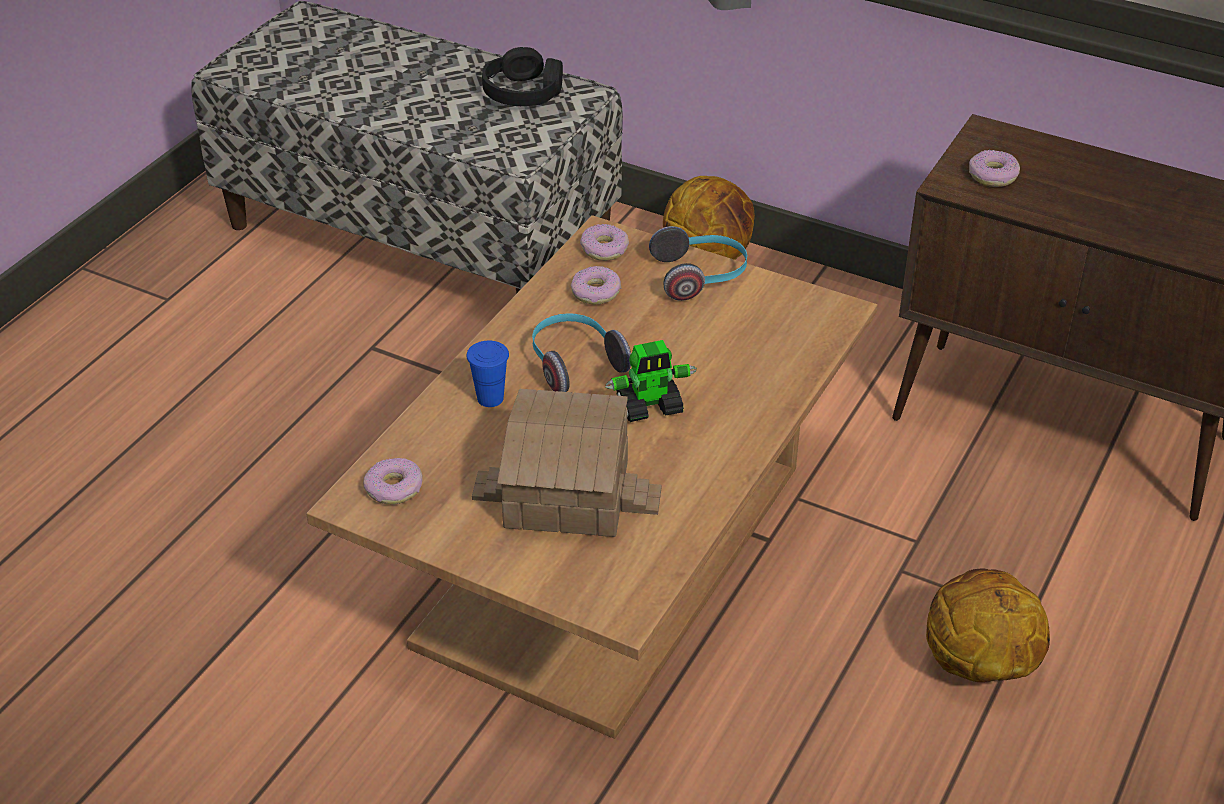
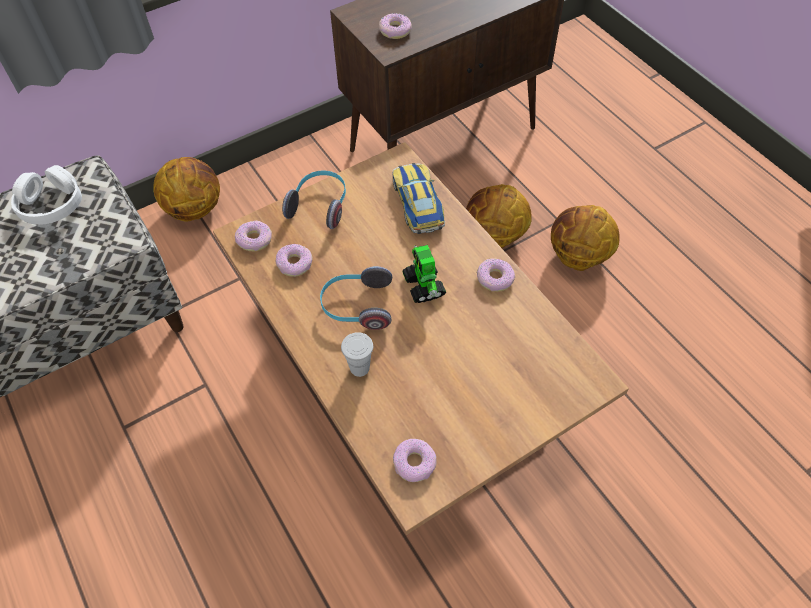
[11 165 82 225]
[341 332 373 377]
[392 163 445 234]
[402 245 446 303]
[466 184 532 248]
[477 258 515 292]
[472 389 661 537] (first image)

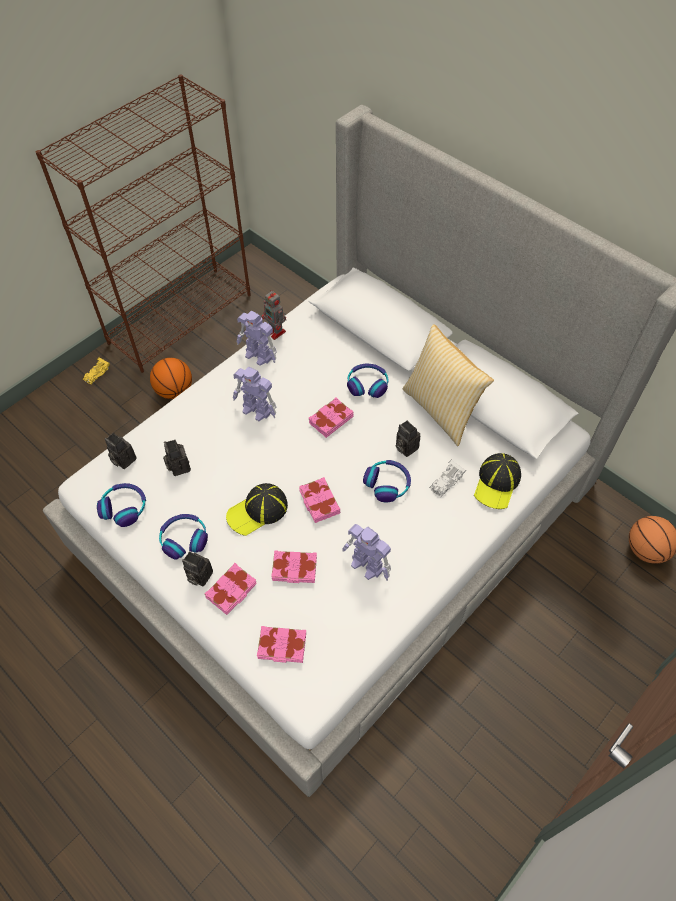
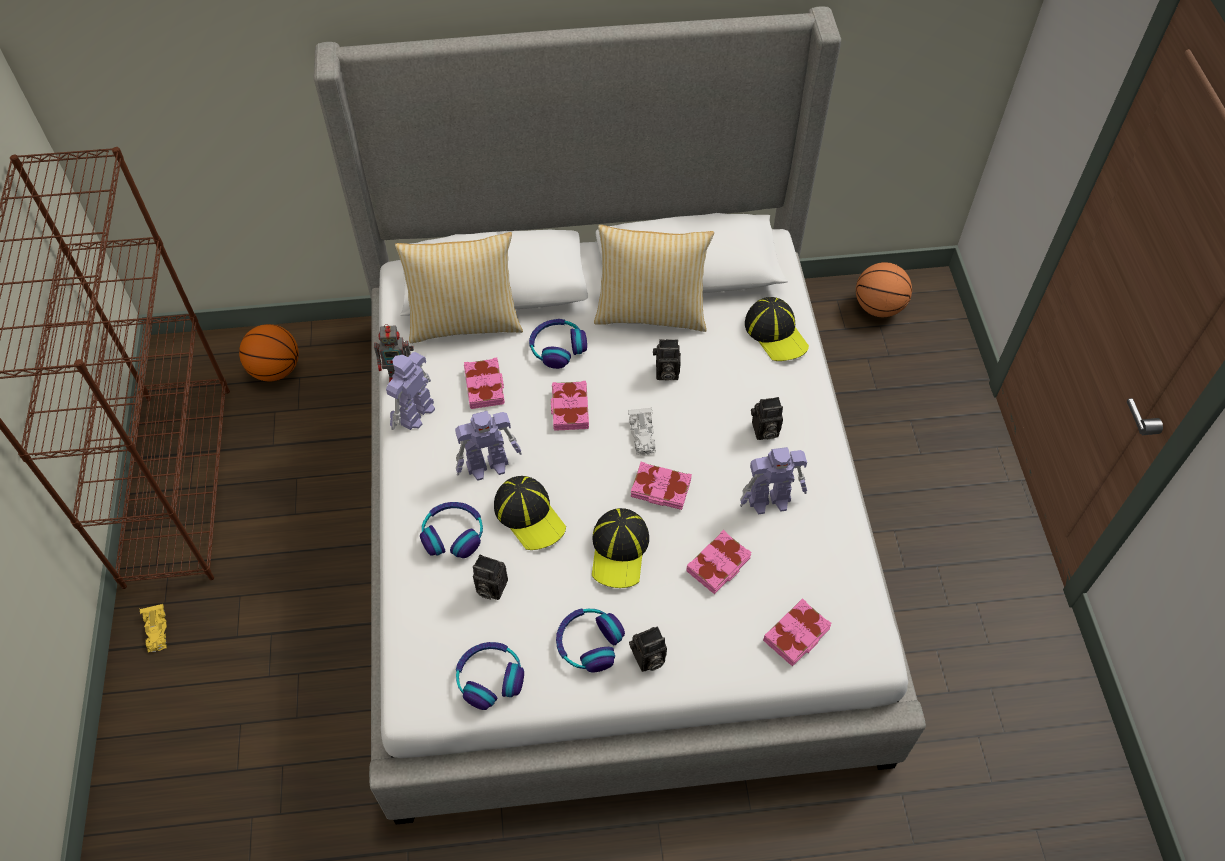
[239 324 299 381]
[386 352 435 430]
[395 232 523 343]
[420 502 483 558]
[464 357 505 409]
[494 476 566 550]
[628 408 656 456]
[751 397 783 440]

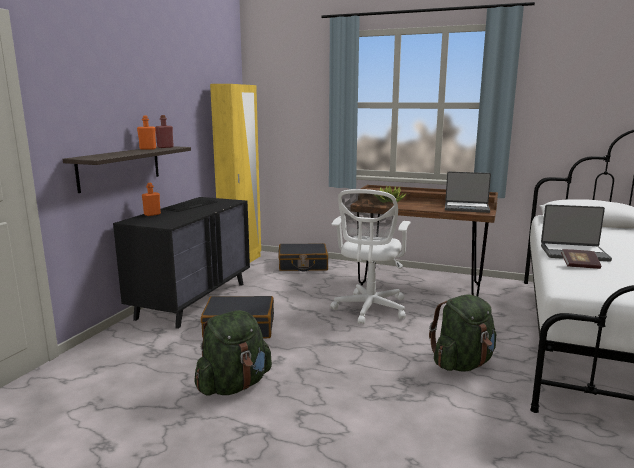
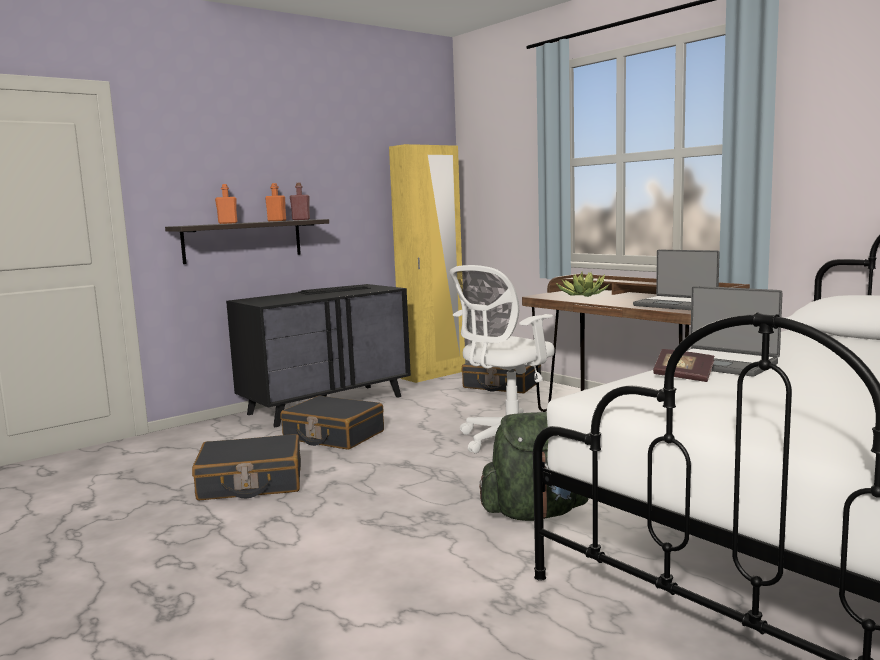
[192 434 301 500]
[215 184 238 224]

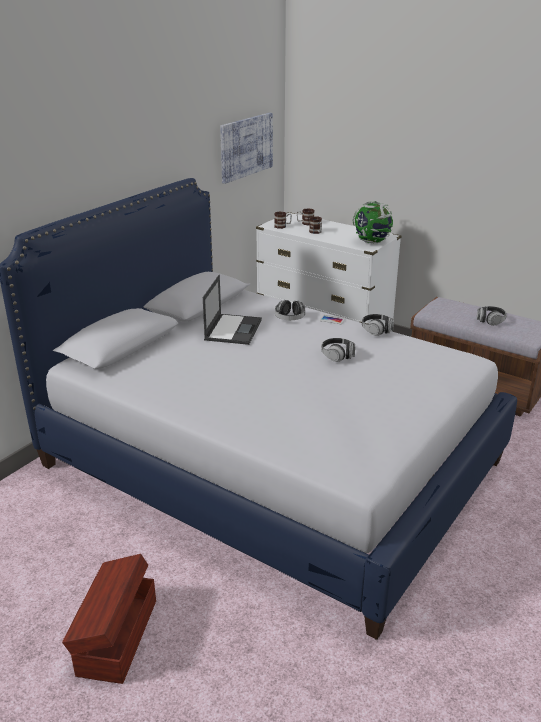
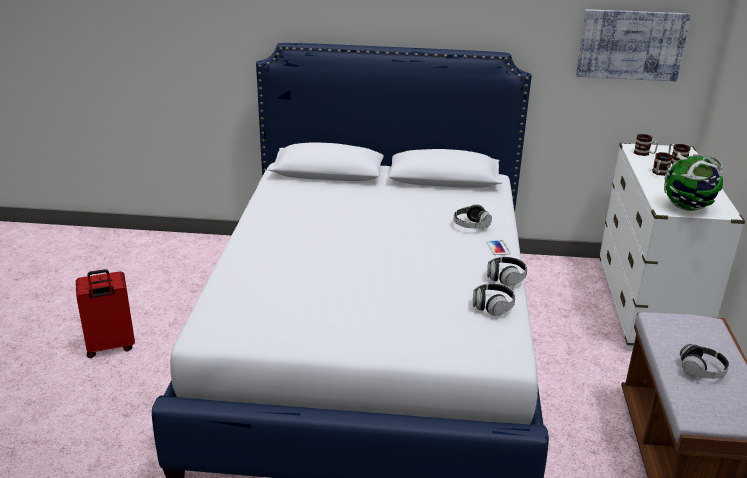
[76 269 135 358]
[473 283 515 316]
[203 275 262 345] (first image)

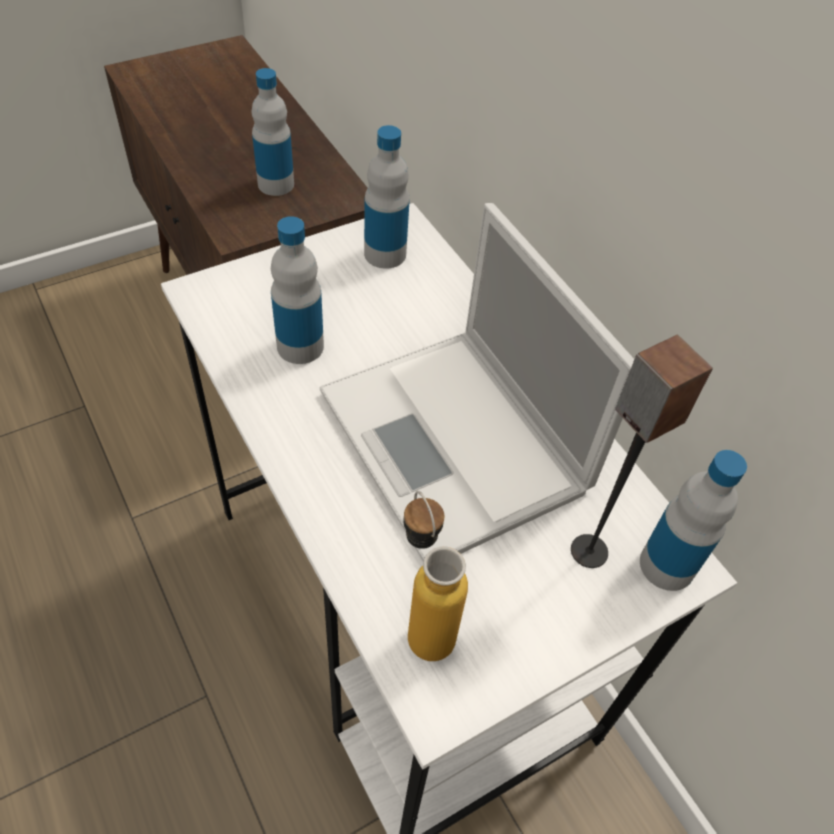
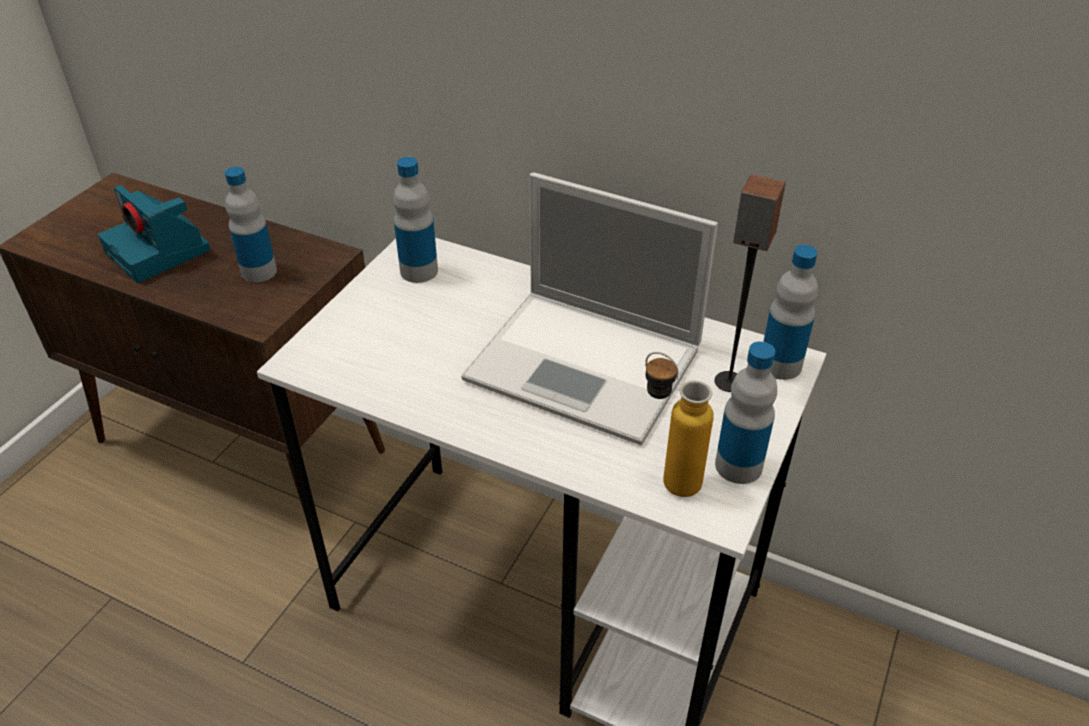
[98 185 210 283]
[715 341 777 484]

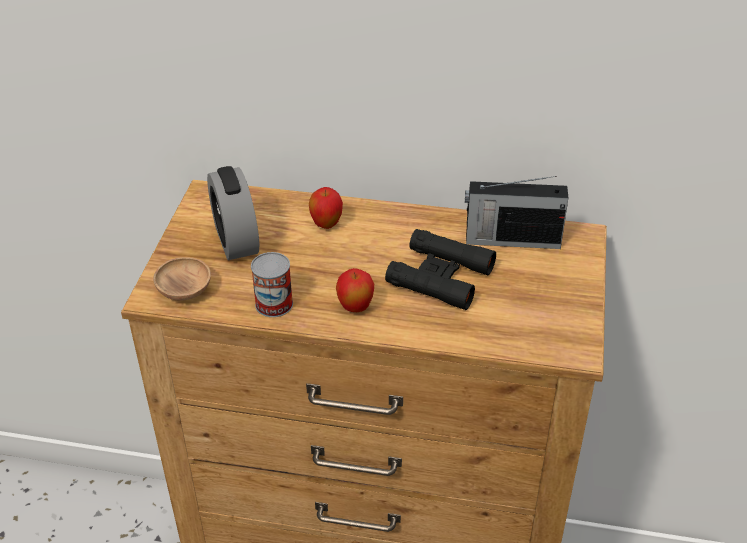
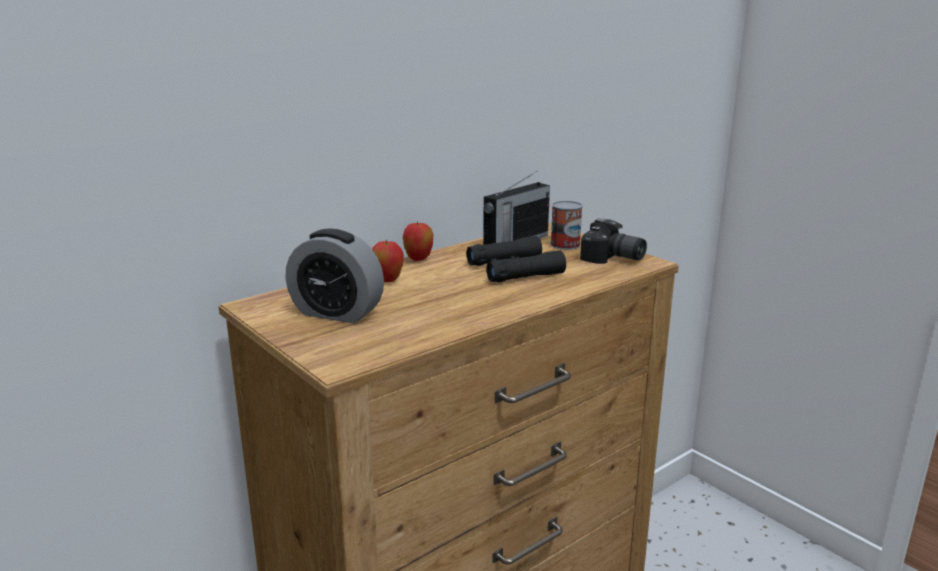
[403 222 433 261]
[550 201 583 250]
[580 218 647 264]
[153 257 211 300] (first image)

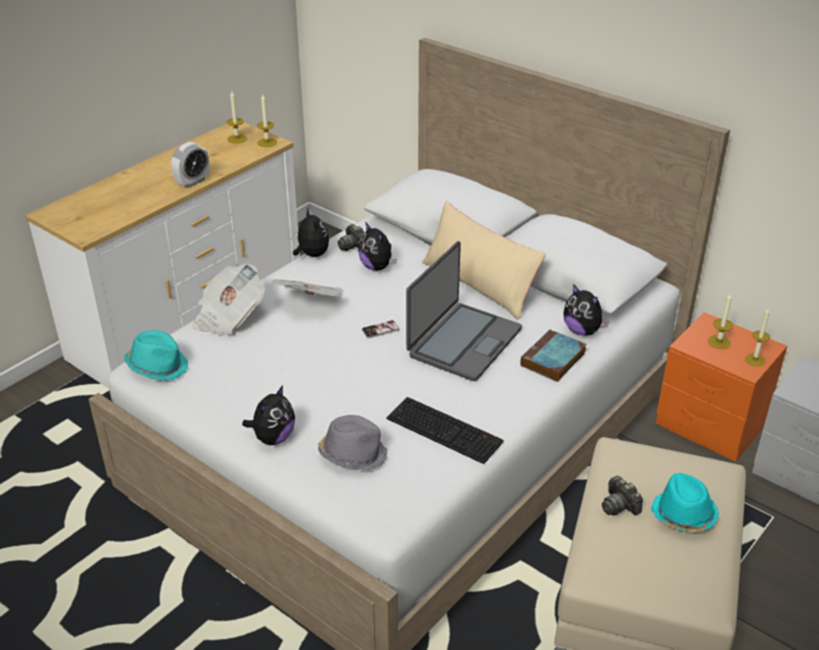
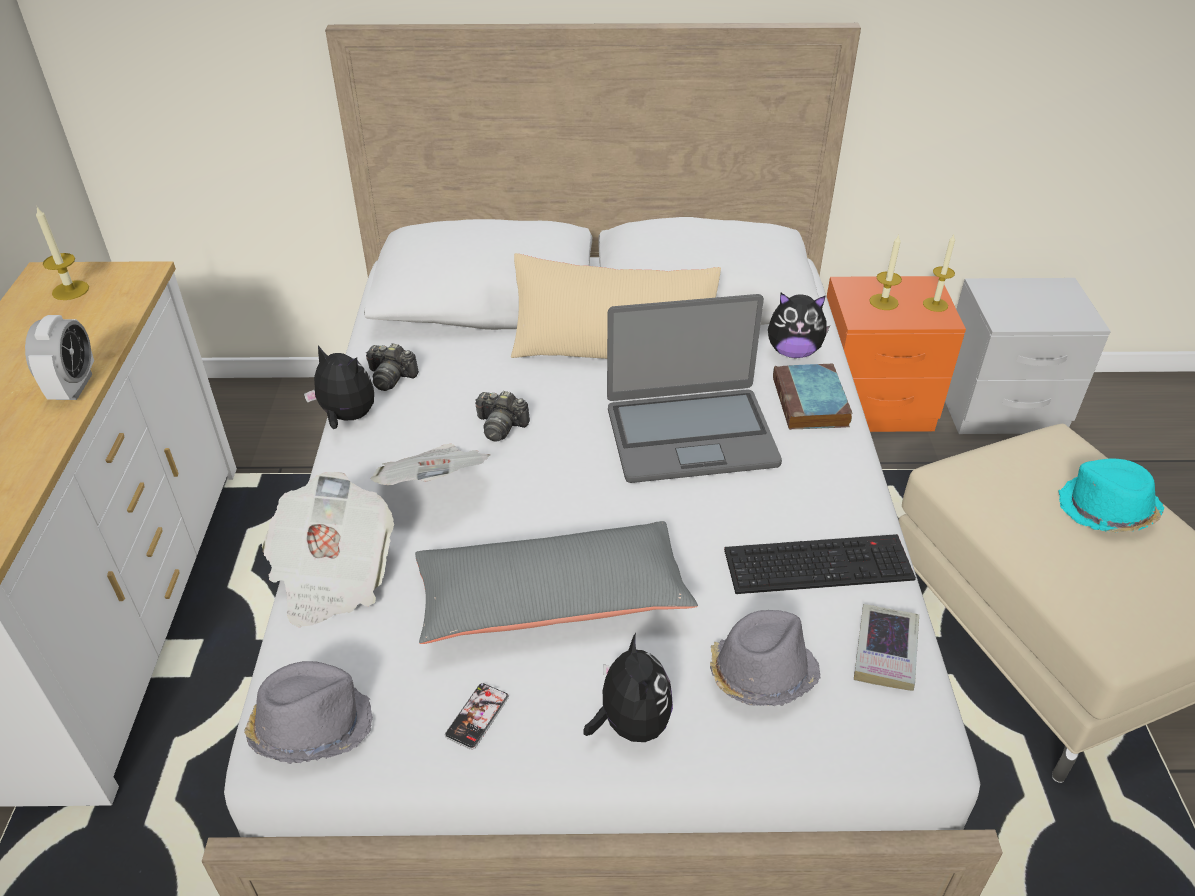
[244 661 373 764]
[415 521 698 644]
[445 683 509 750]
[475 391 530 442]
[607 294 782 483]
[854 604 919 691]
[257 95 277 147] (first image)
[358 222 397 271] (first image)

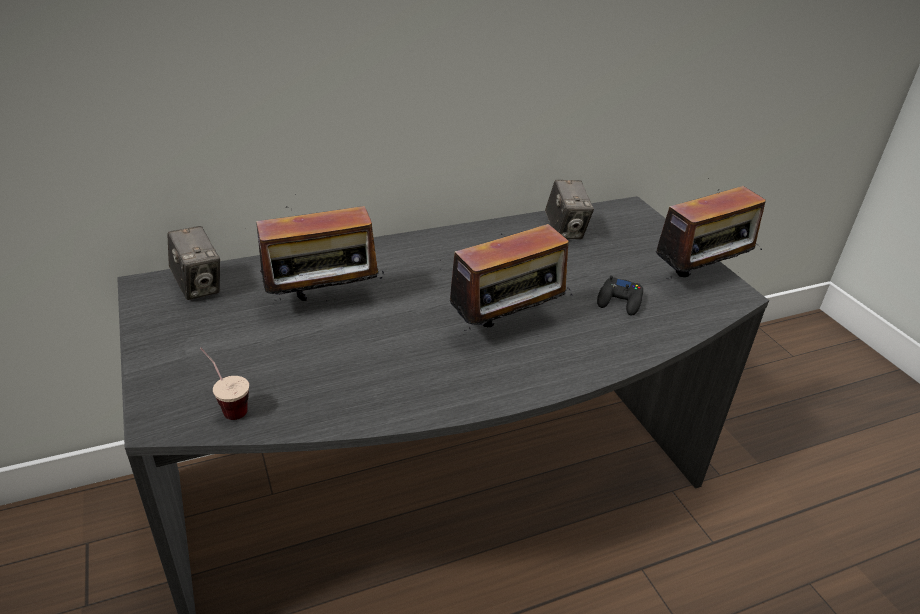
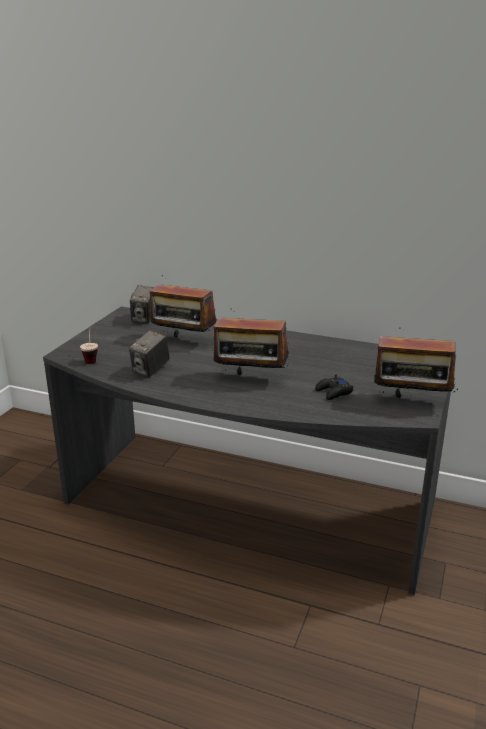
[129 330 170 377]

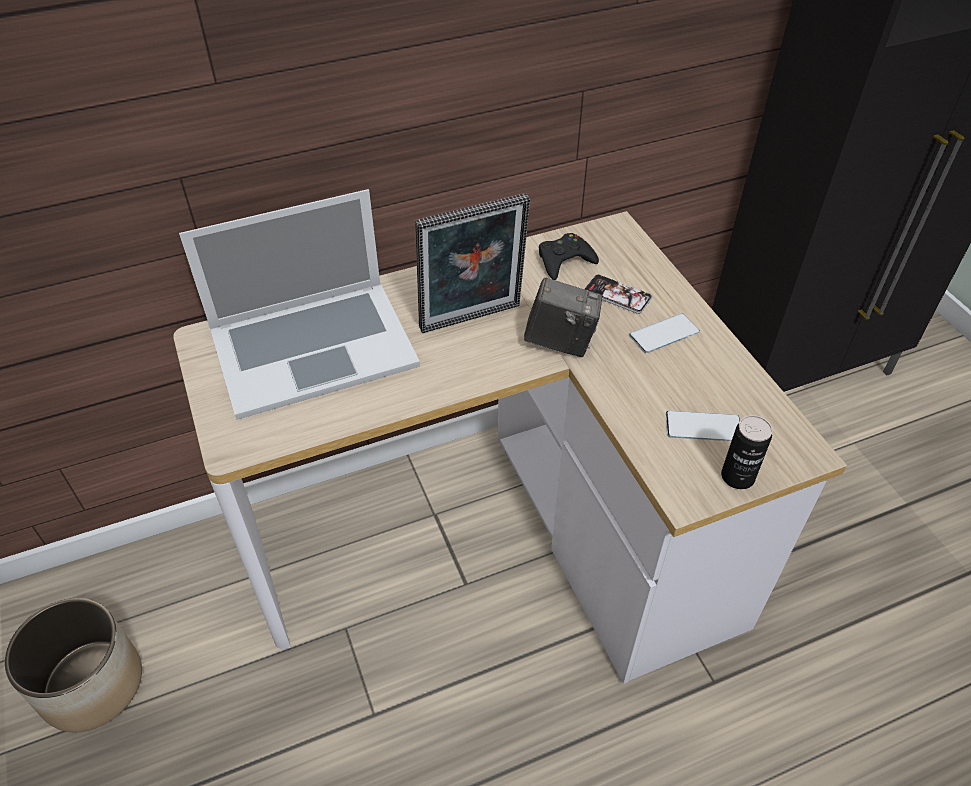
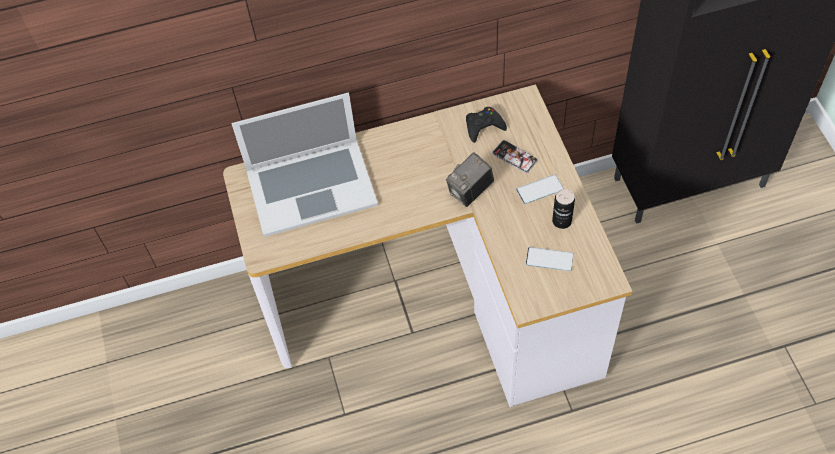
[446 152 494 207]
[552 189 575 229]
[4 598 142 732] (first image)
[415 193 530 333] (first image)

